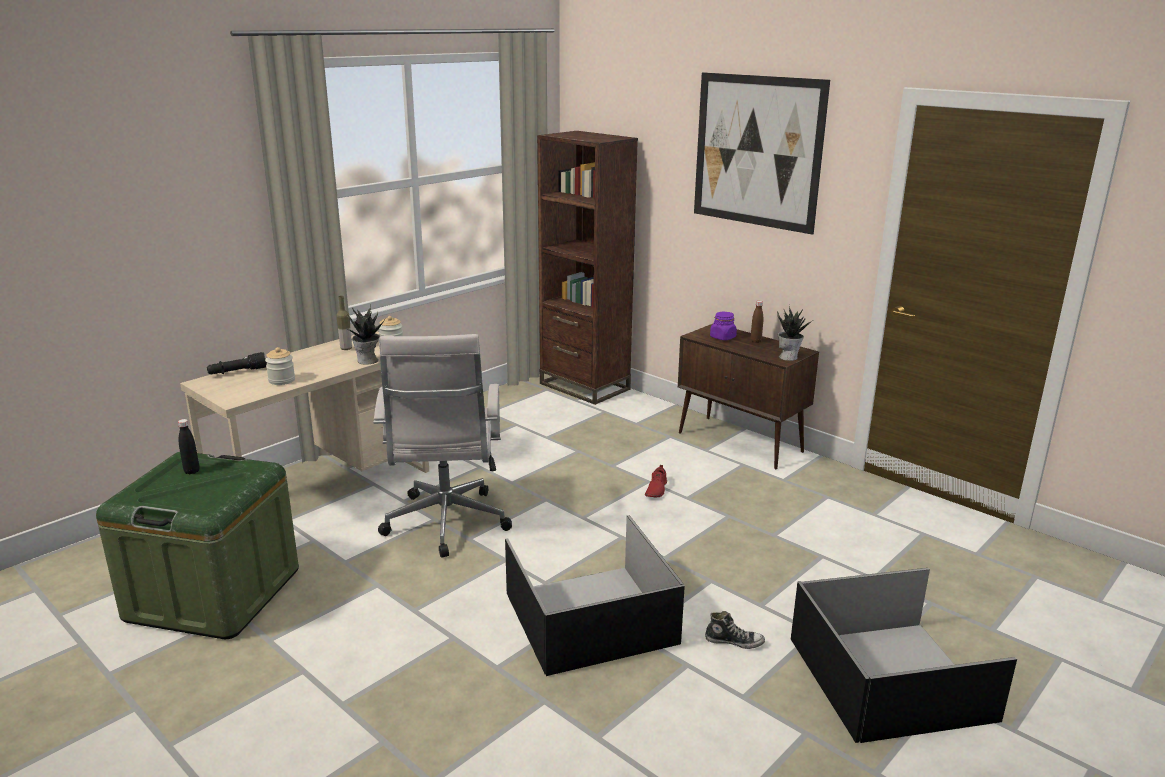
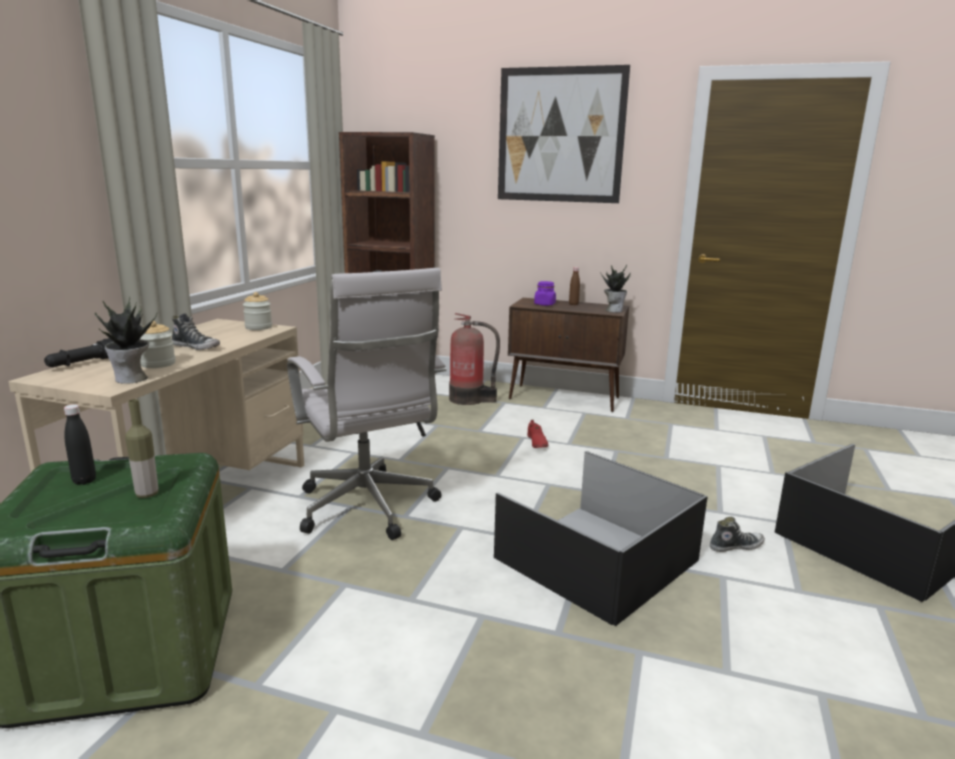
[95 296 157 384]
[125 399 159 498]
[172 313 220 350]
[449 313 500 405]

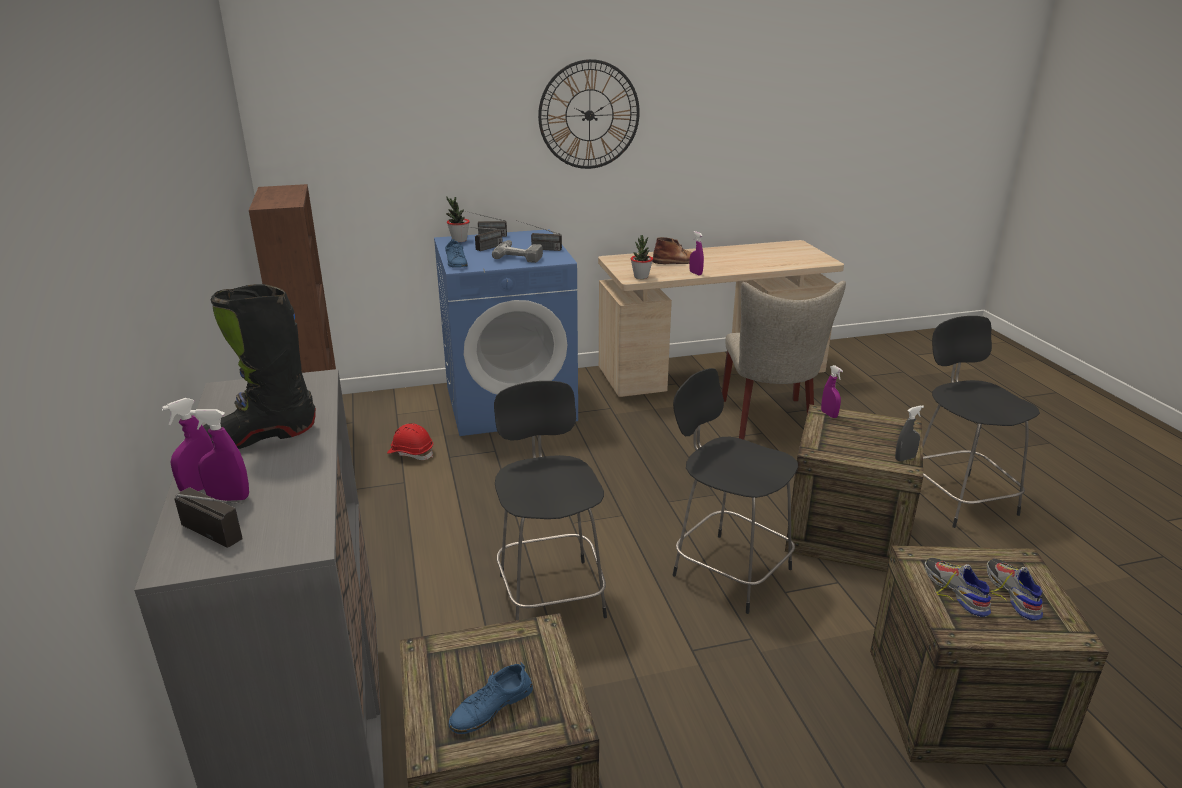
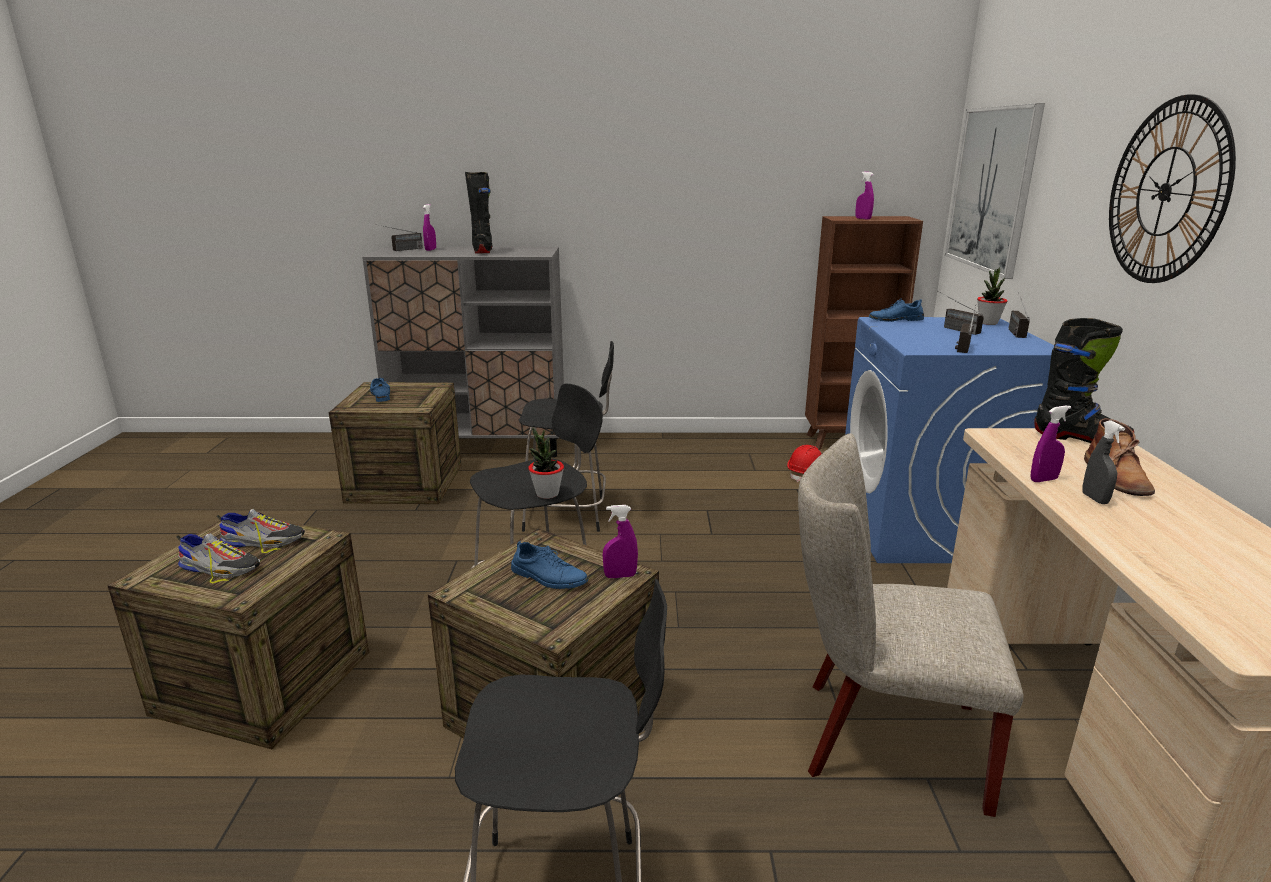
[511 540 588 589]
[528 427 564 499]
[855 172 874 220]
[945 103 1045 279]
[1035 318 1134 443]
[1082 420 1125 504]
[492 240 543 263] (first image)

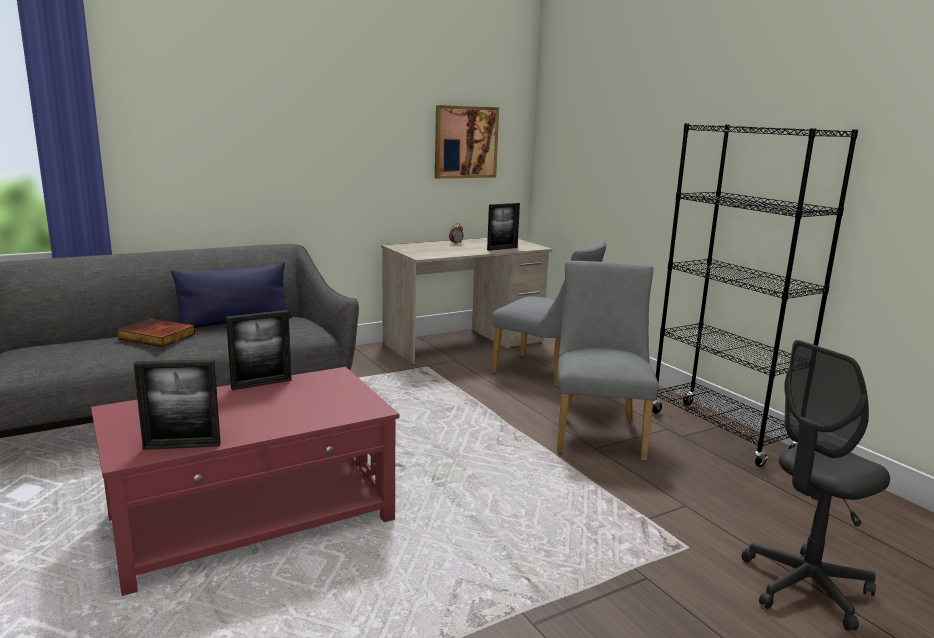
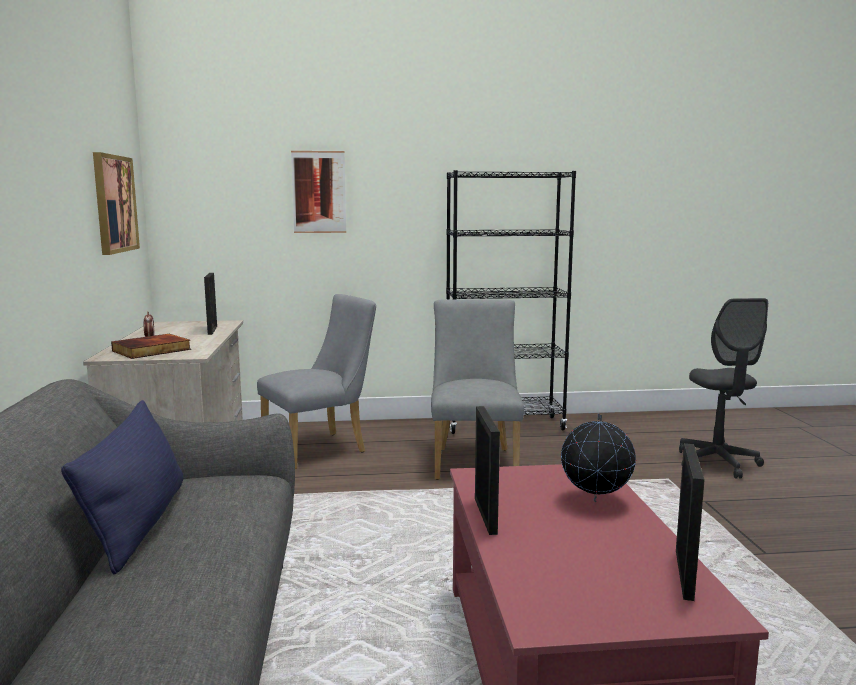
[111 334 191 359]
[291 151 346 233]
[431 299 524 480]
[561 413 636 502]

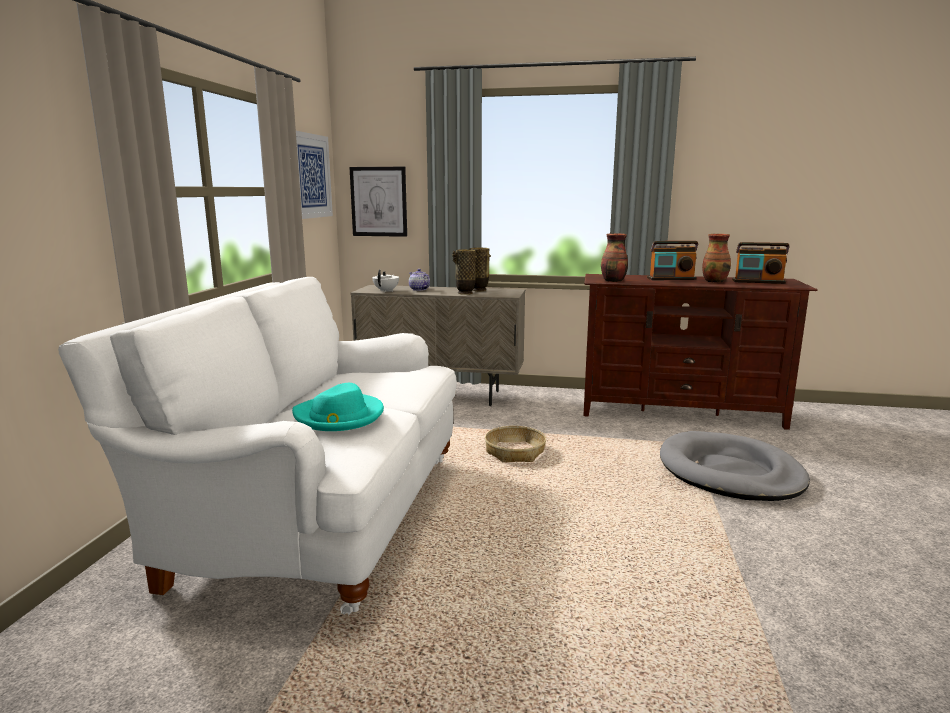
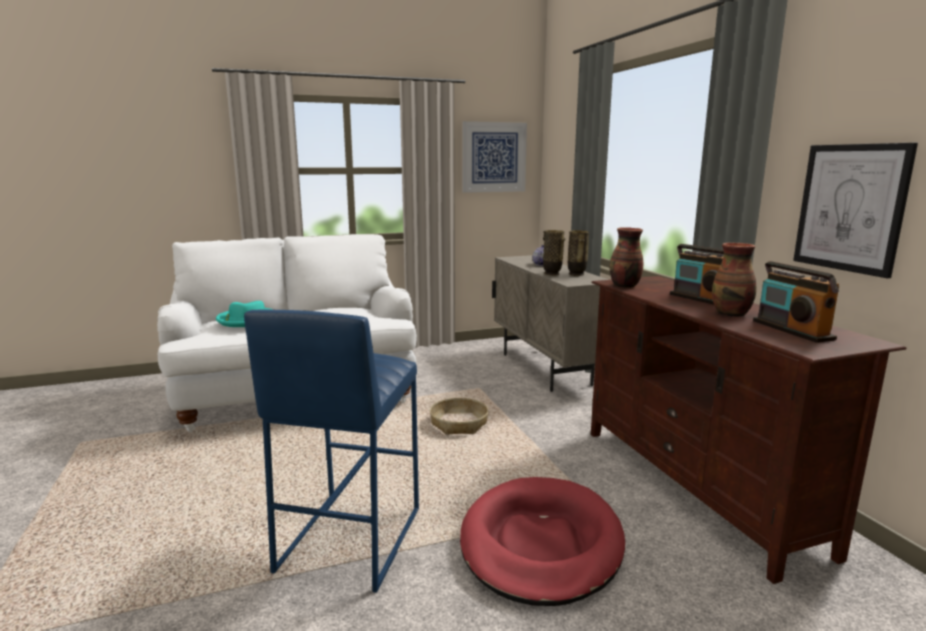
[244 310 419 593]
[460 477 625 606]
[793 143 918 278]
[372 269 399 292] (first image)

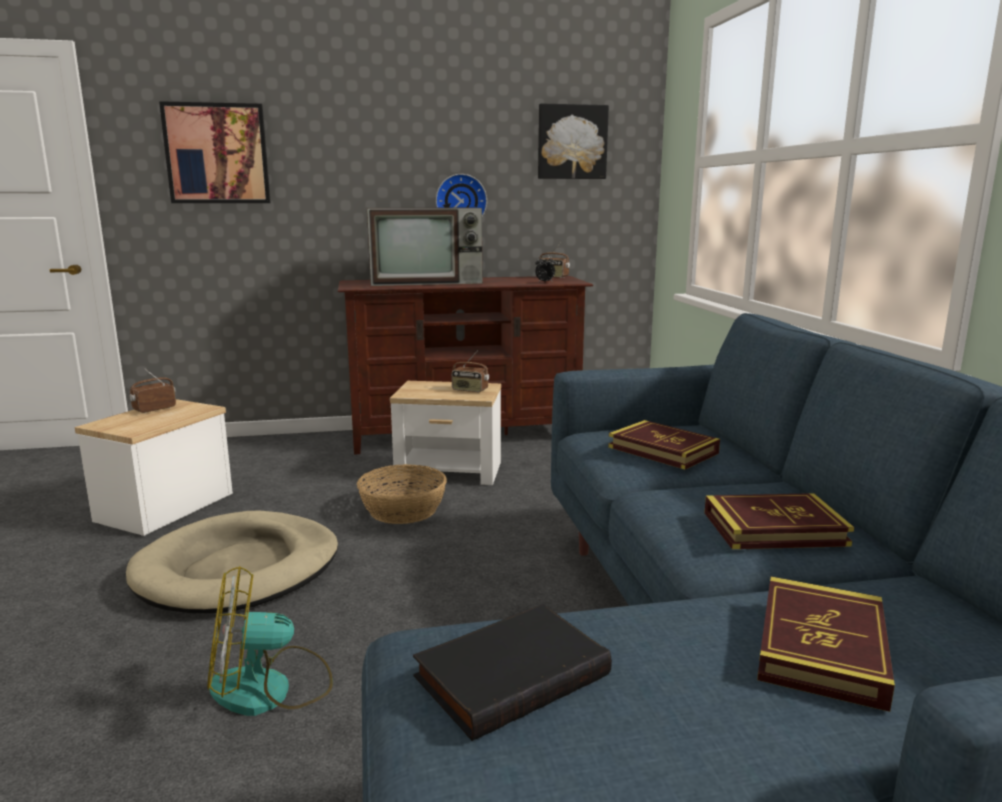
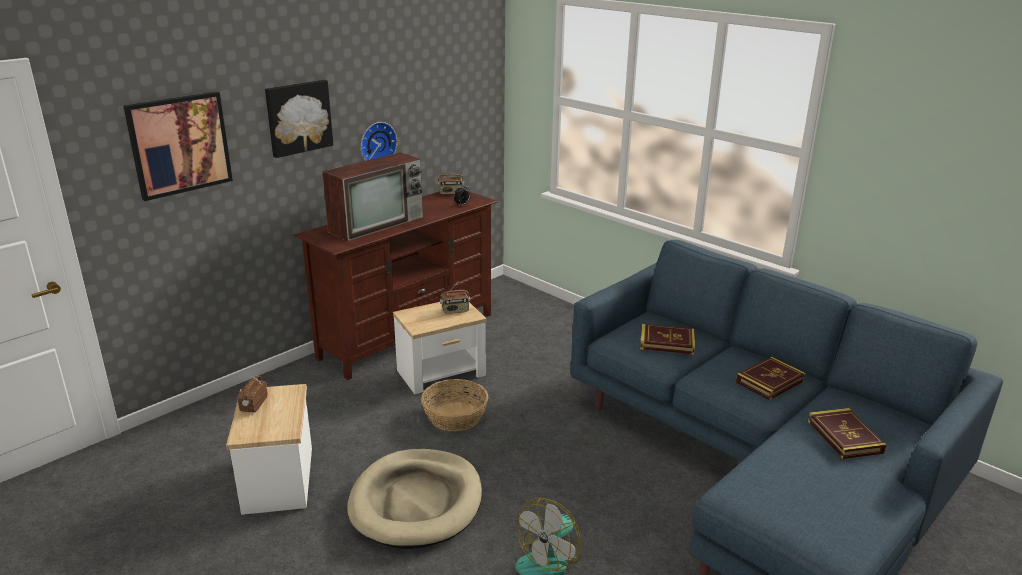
[265 80 333 158]
[413 604 612 741] (first image)

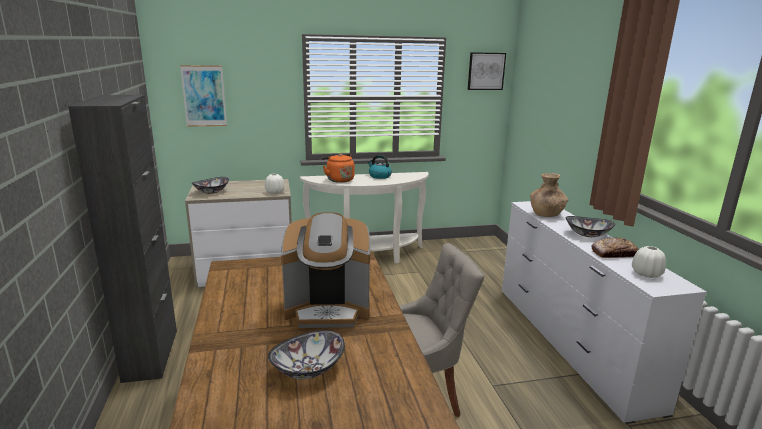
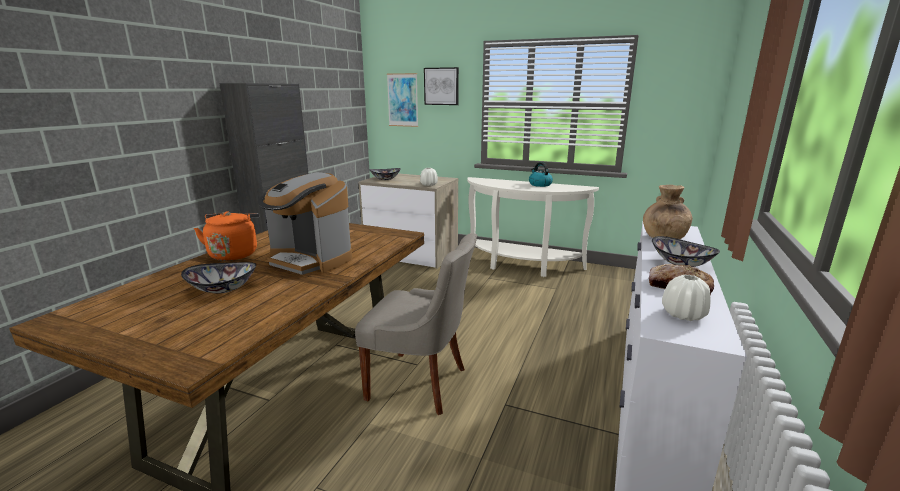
[194 211 259 261]
[424 67 459 105]

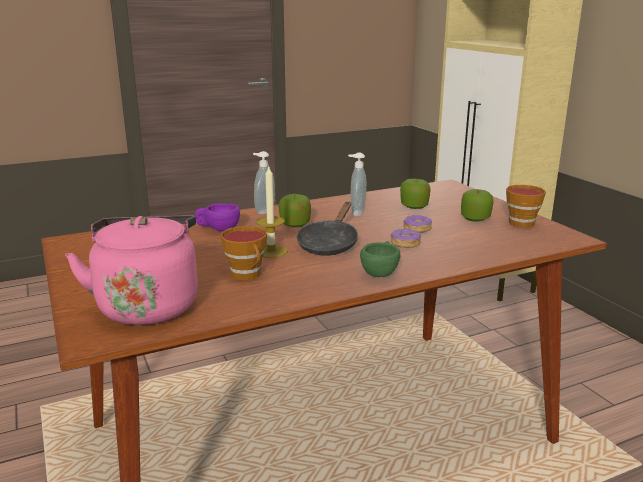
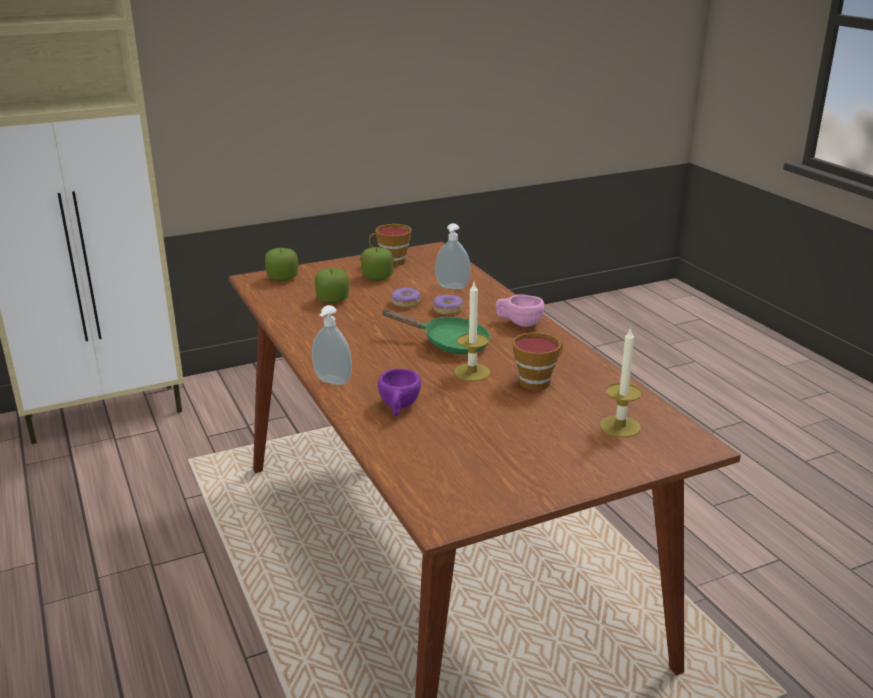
[265 248 298 281]
[381 309 490 354]
[435 223 471 289]
[496 294 544 327]
[600 327 642 438]

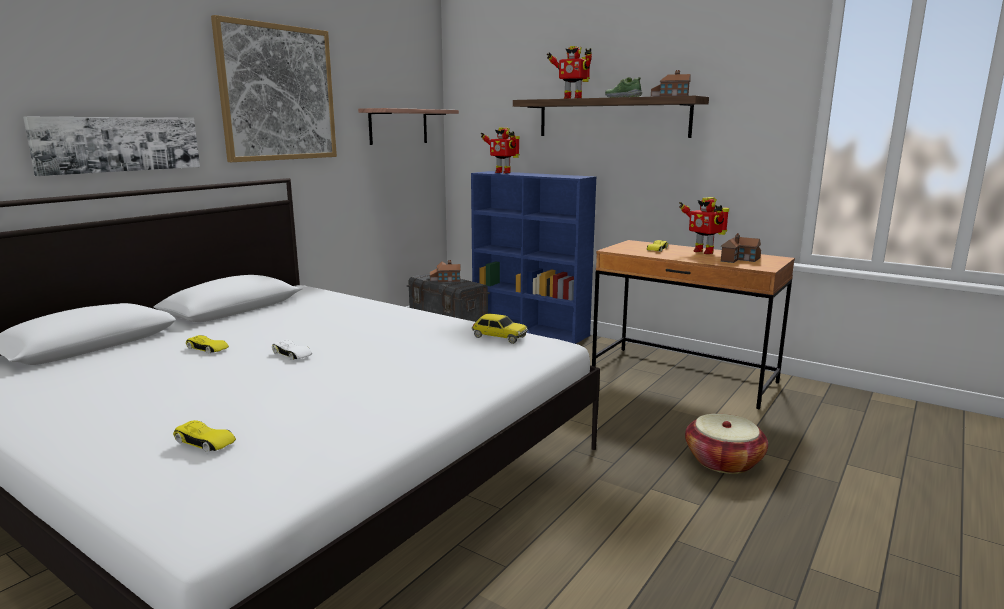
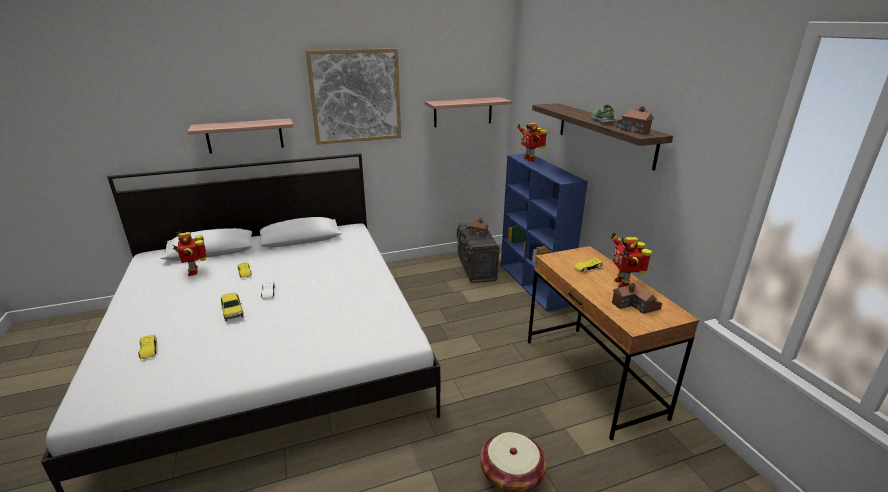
[172 231 207 276]
[187 118 293 154]
[221 293 244 321]

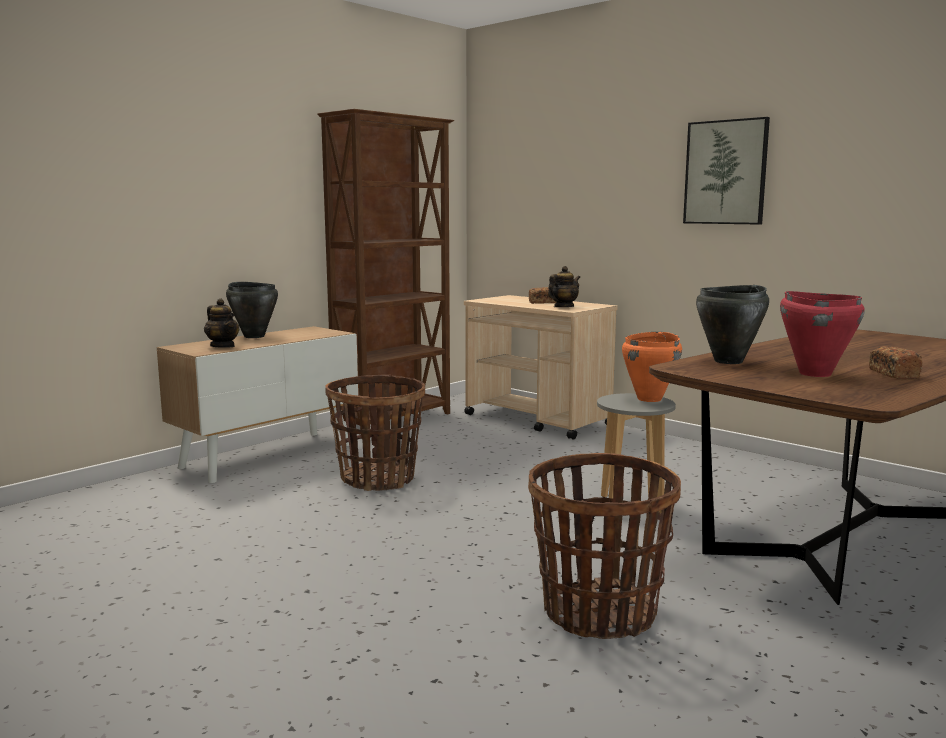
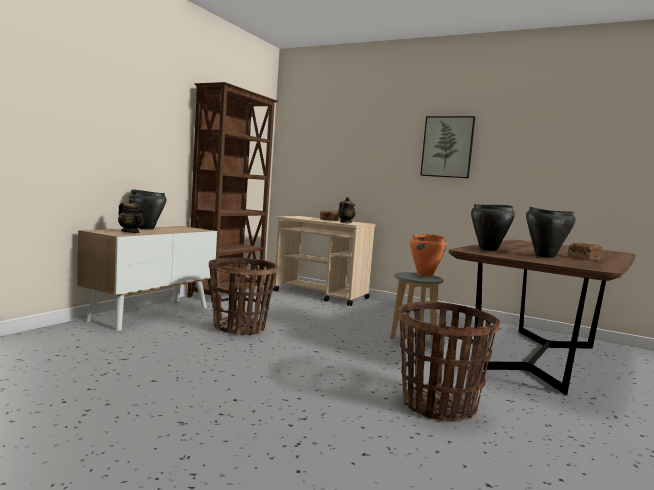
[526 207 576 258]

